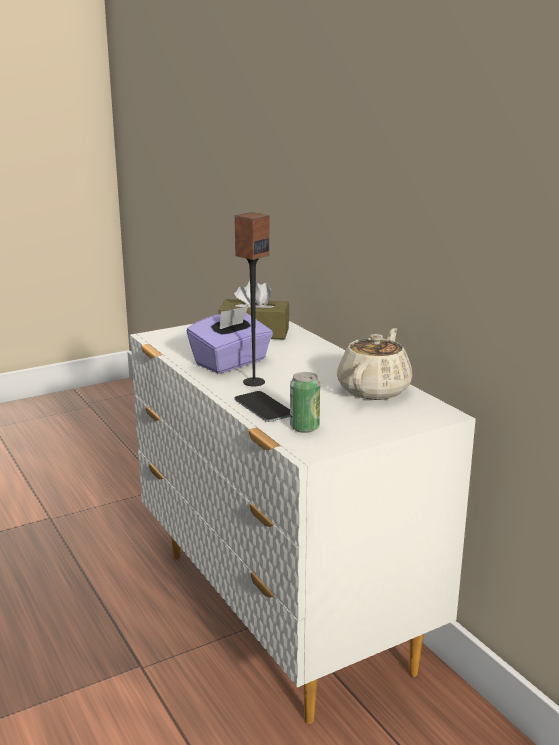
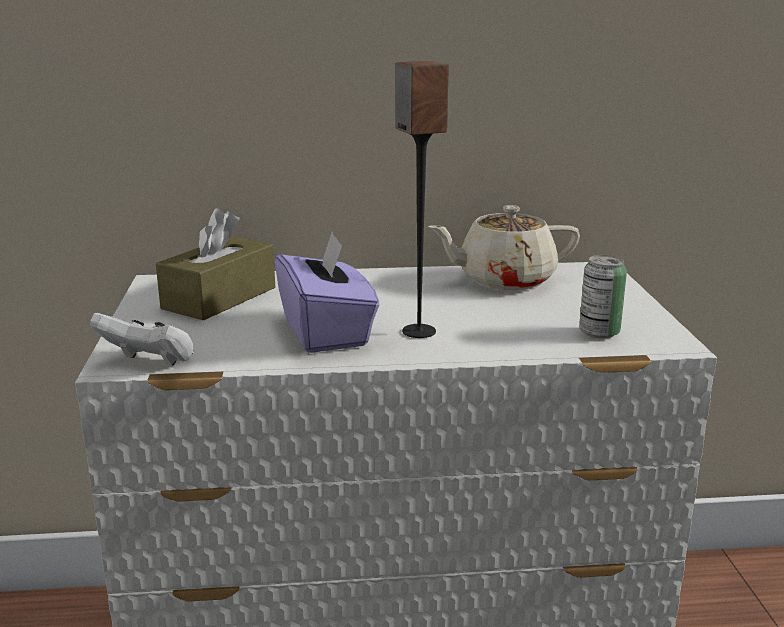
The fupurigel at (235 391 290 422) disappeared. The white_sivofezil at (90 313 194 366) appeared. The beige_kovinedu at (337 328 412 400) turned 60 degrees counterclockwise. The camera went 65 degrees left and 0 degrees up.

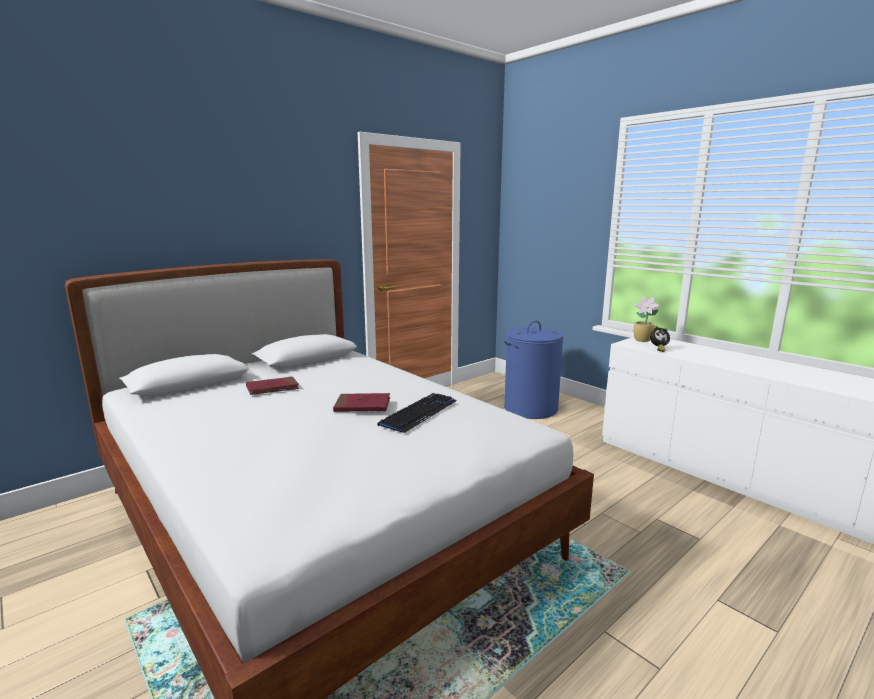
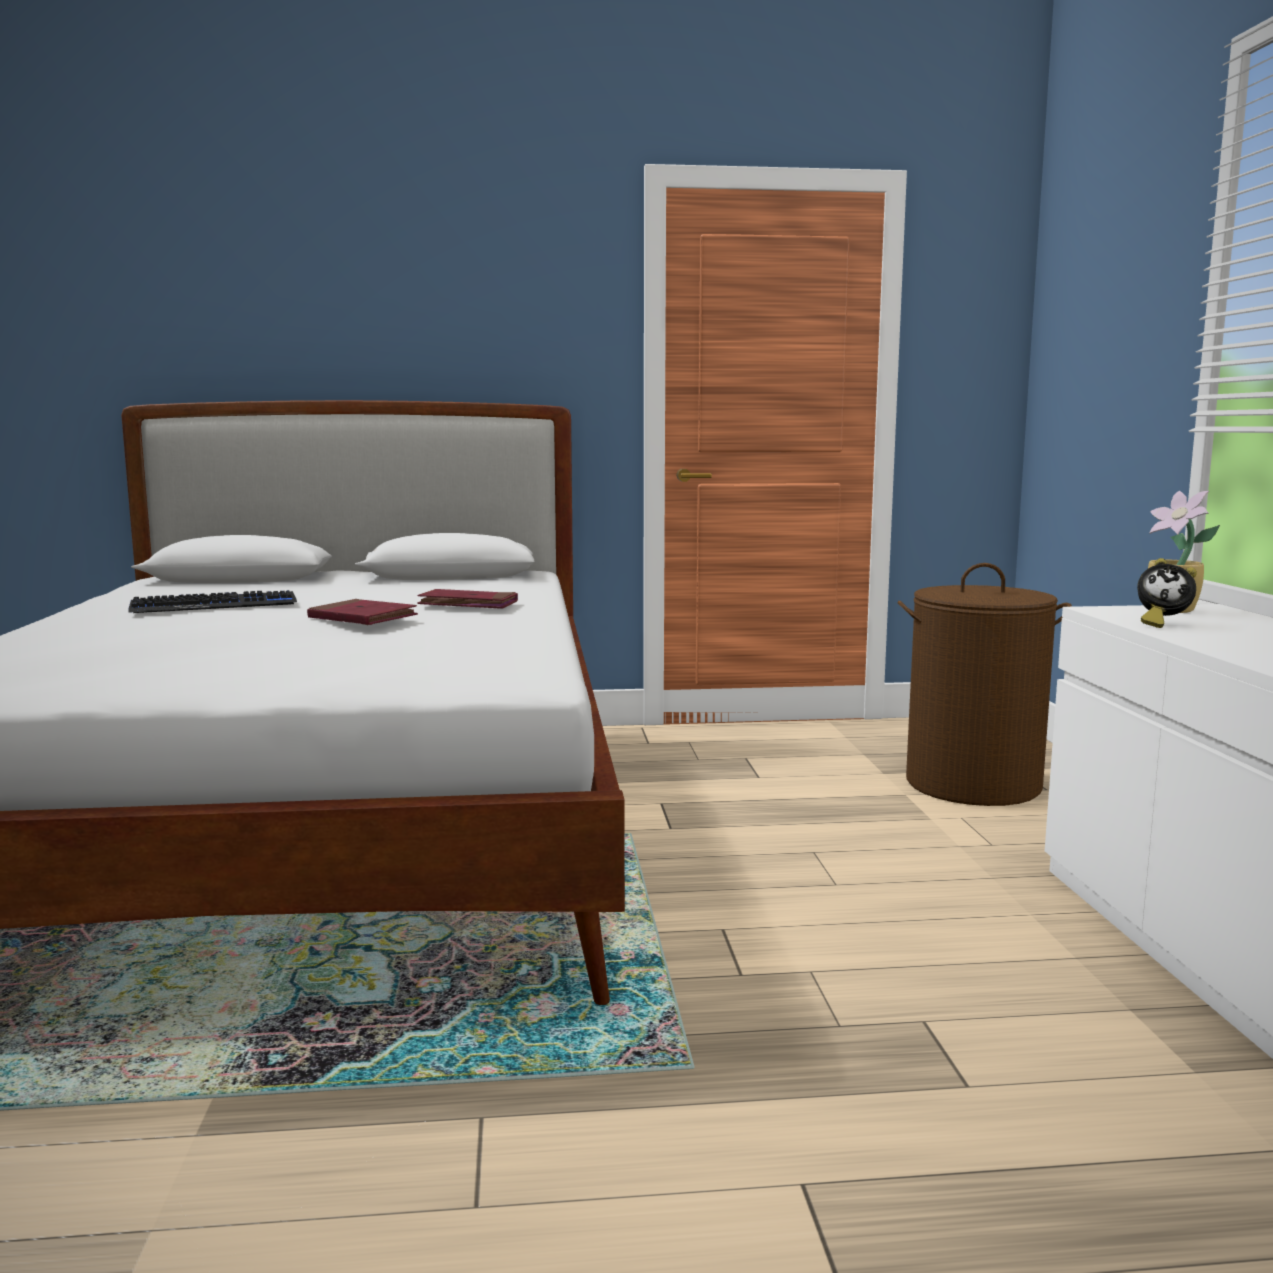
The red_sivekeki moved from (246 376 299 395) to (417 589 518 609). The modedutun moved from (377 393 457 433) to (128 590 297 613). The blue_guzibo at (504 321 564 419) became the brown_guzibo at (898 563 1072 806). The camera went 35 degrees right and 5 degrees down.

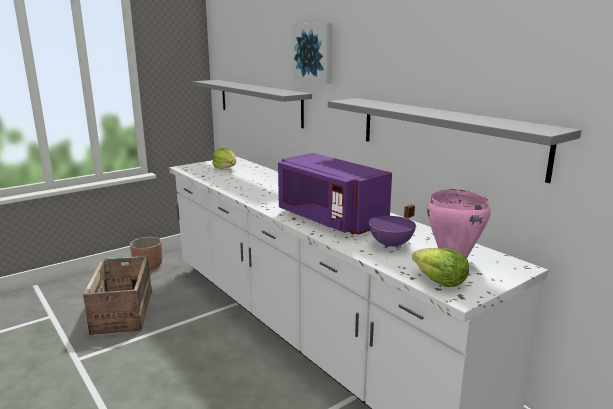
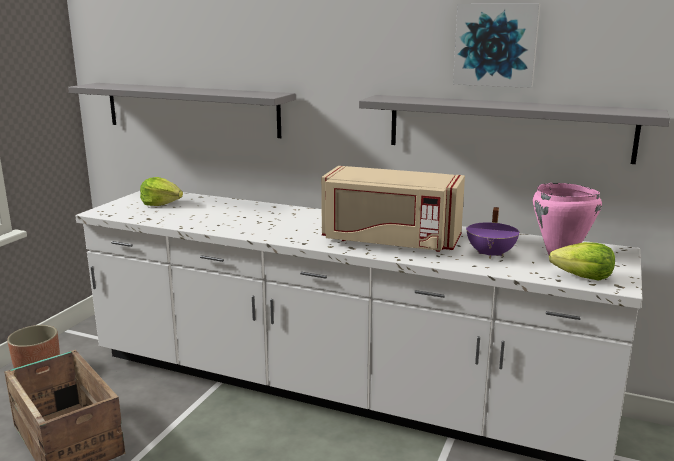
The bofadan moved from (292 23 332 84) to (453 4 540 88). The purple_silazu at (278 153 392 235) became the beige_silazu at (321 166 465 252). The camera went 30 degrees left and 0 degrees up.

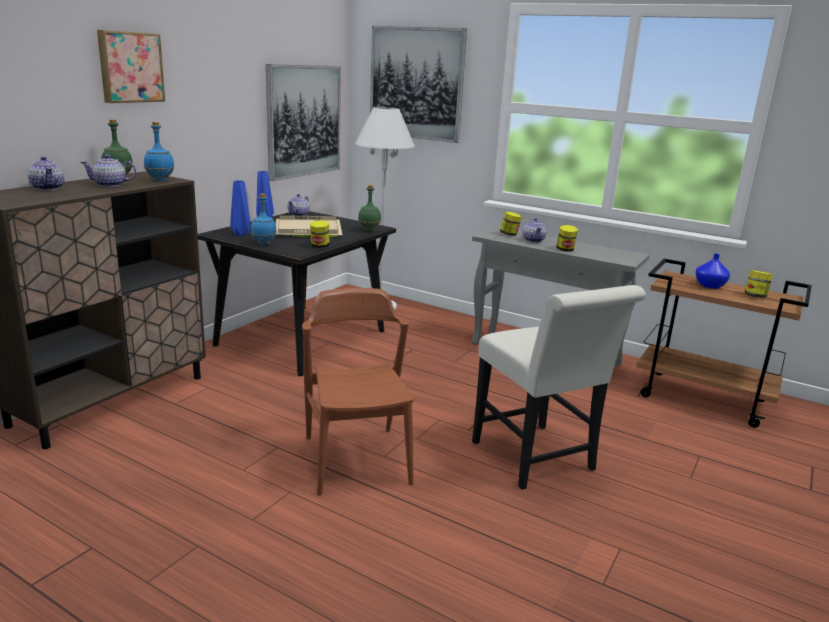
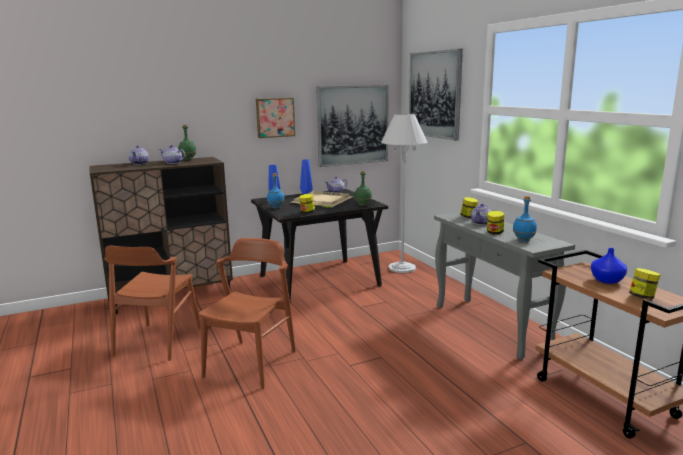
The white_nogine at (472 285 646 490) disappeared. The brown_nogine at (105 245 201 361) appeared. The bofadan moved from (97 30 165 103) to (256 98 295 138). The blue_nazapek moved from (144 122 174 181) to (513 196 537 242). The camera went 35 degrees right and 5 degrees down.

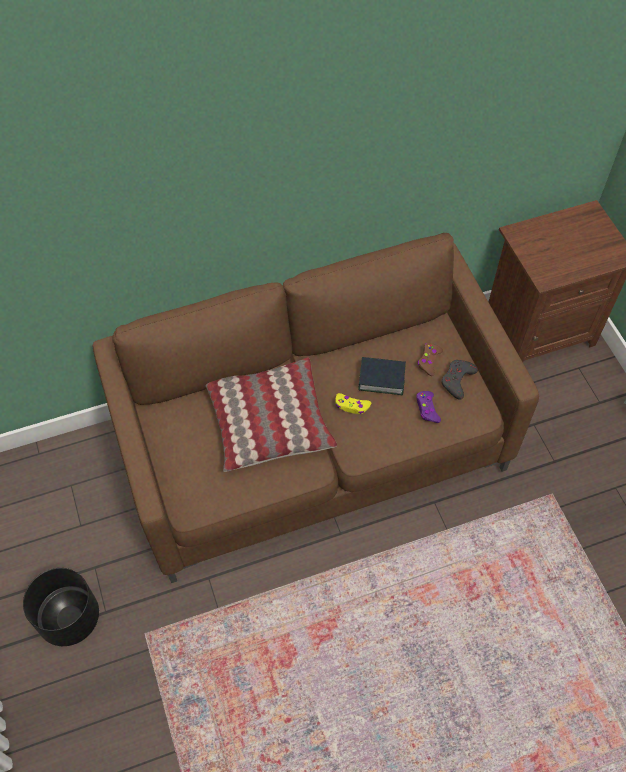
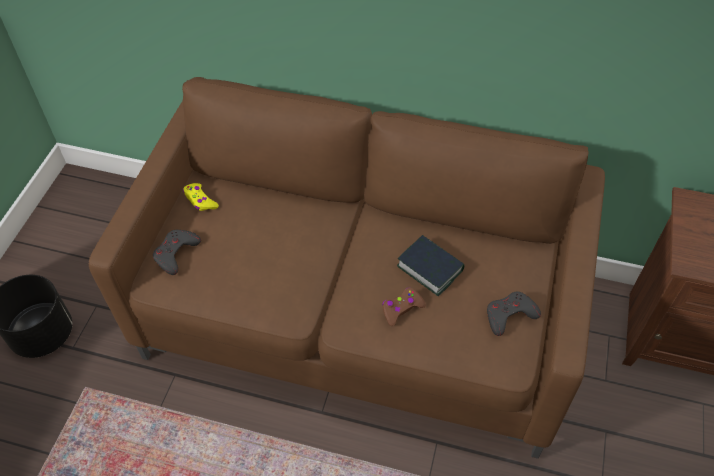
The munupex at (205 357 337 472) disappeared. The purple_sivofezil at (416 391 441 423) disappeared. The grey_sivofezil at (153 230 201 275) appeared. The yellow_sivofezil moved from (335 393 371 414) to (183 183 219 211). The brown_sivofezil moved from (417 343 443 376) to (382 287 426 326). The camera went 35 degrees right and 5 degrees down.

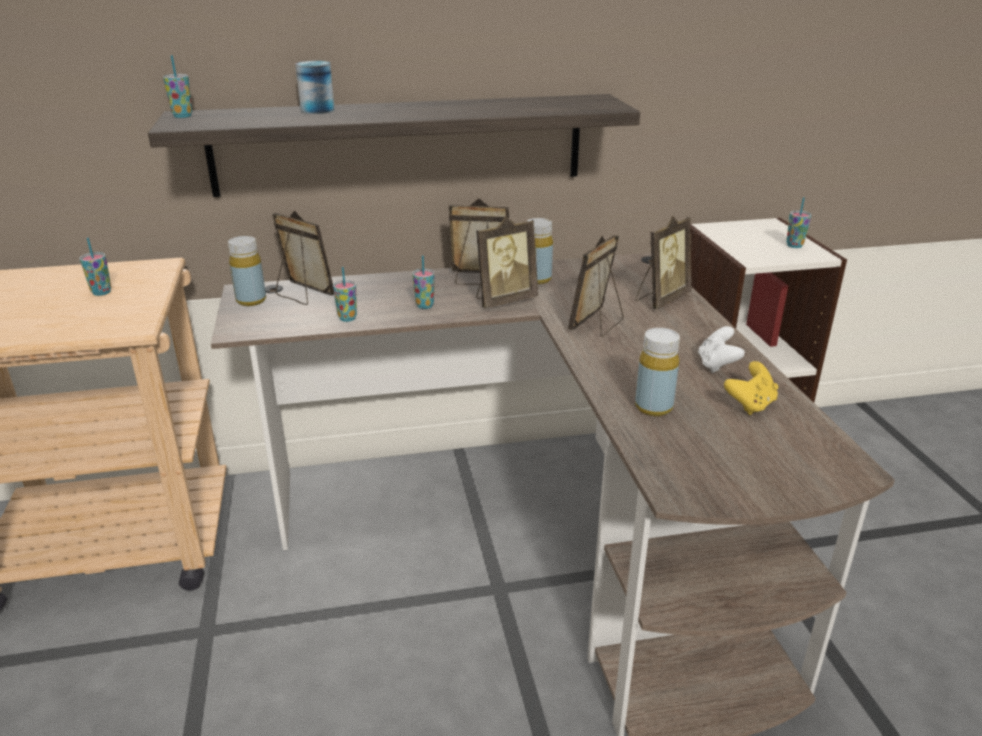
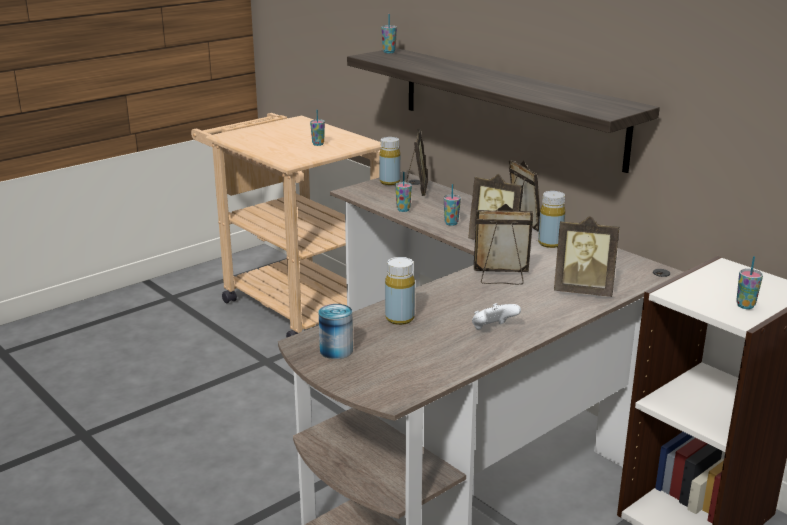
The yellow_sivofezil at (724 361 778 415) disappeared. The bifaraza moved from (295 61 335 114) to (318 304 353 359). The camera went 60 degrees right and 5 degrees down.

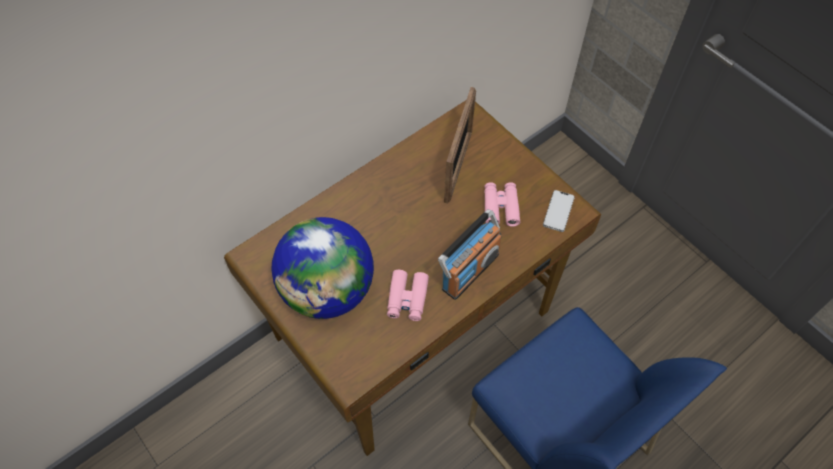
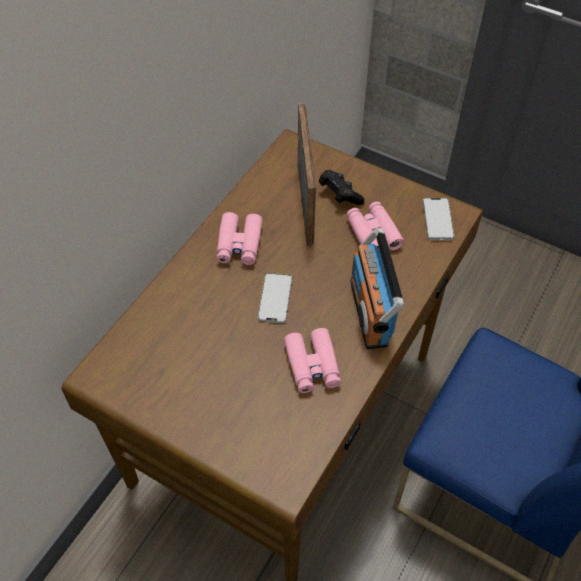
The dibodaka at (271 217 374 319) disappeared. The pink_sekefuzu at (216 212 263 265) appeared. The fupurigel at (258 273 292 323) appeared. The black_sivofezil at (319 170 365 205) appeared. The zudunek at (438 209 501 300) turned 150 degrees clockwise. The camera went 20 degrees left and 5 degrees down.

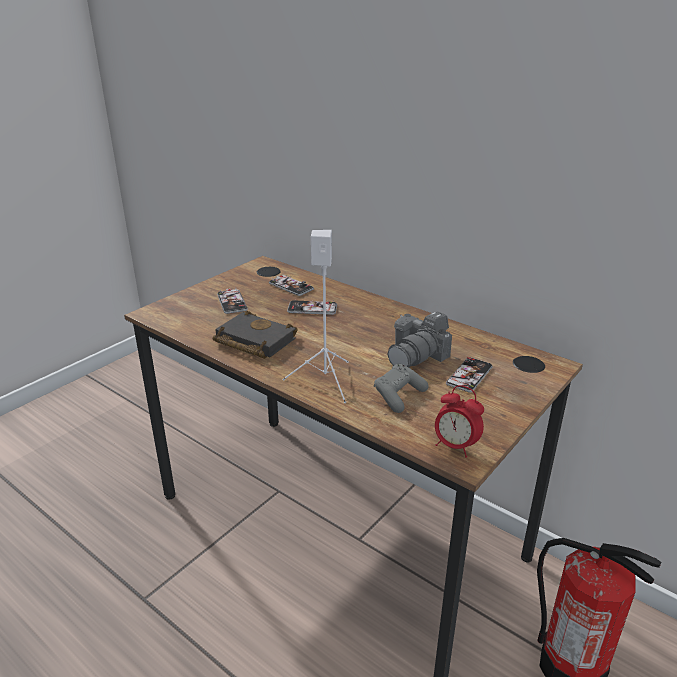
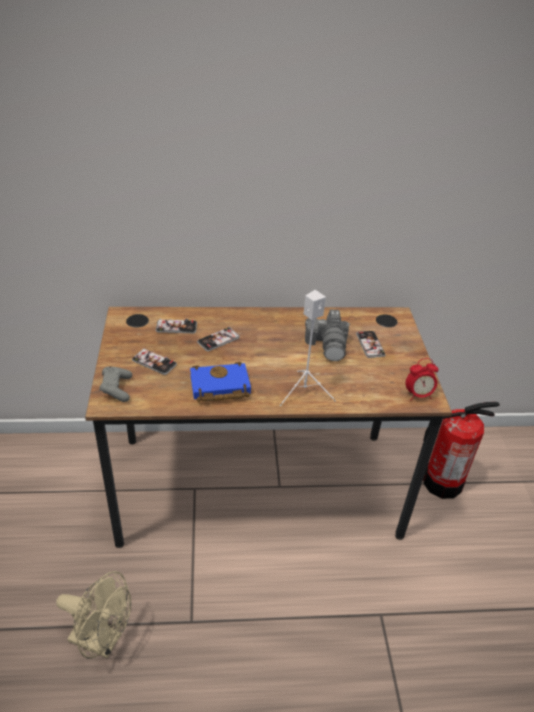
The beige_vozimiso at (56 571 131 659) appeared. The grey_sivofezil moved from (374 364 429 413) to (99 366 132 402). The black_sivekeki at (213 311 298 359) became the blue_sivekeki at (190 362 251 402). The camera went 45 degrees left and 10 degrees up.

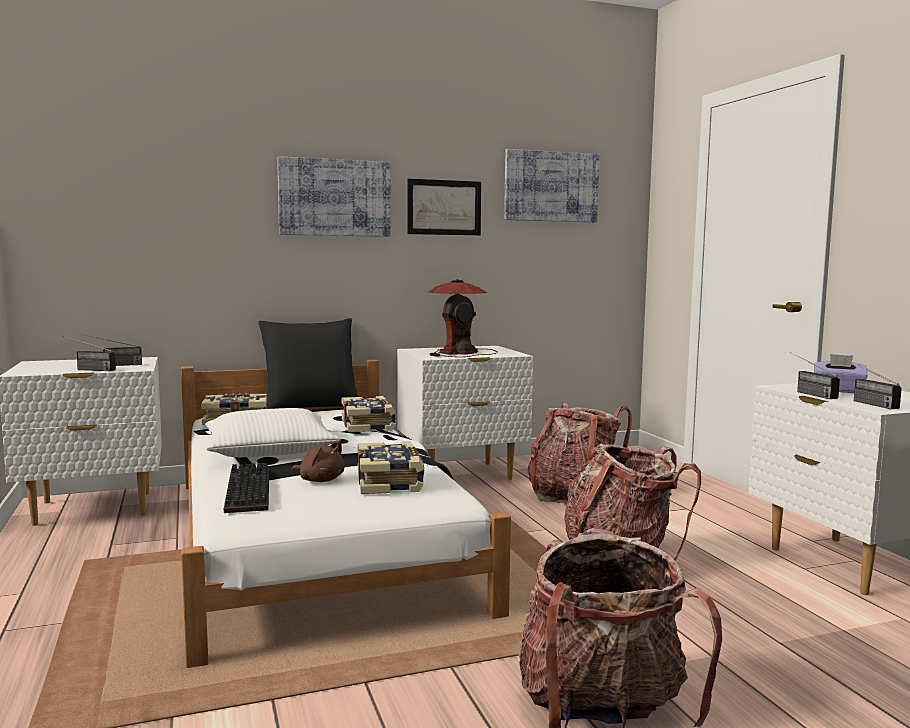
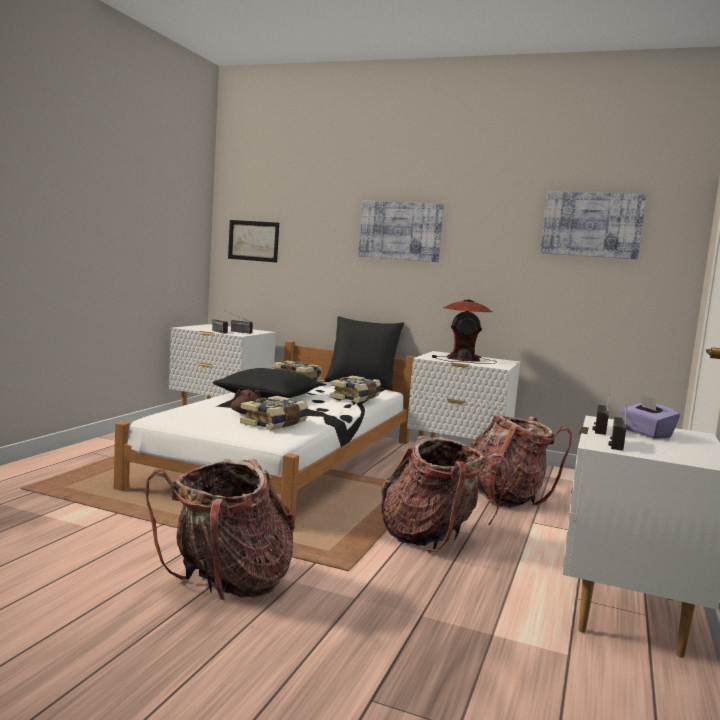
The modedutun at (224 463 269 513) disappeared. The bofadan moved from (407 179 481 235) to (228 220 279 262). The white_munupex at (205 408 341 457) became the black_munupex at (213 368 323 398). The camera went 40 degrees right and 0 degrees up.

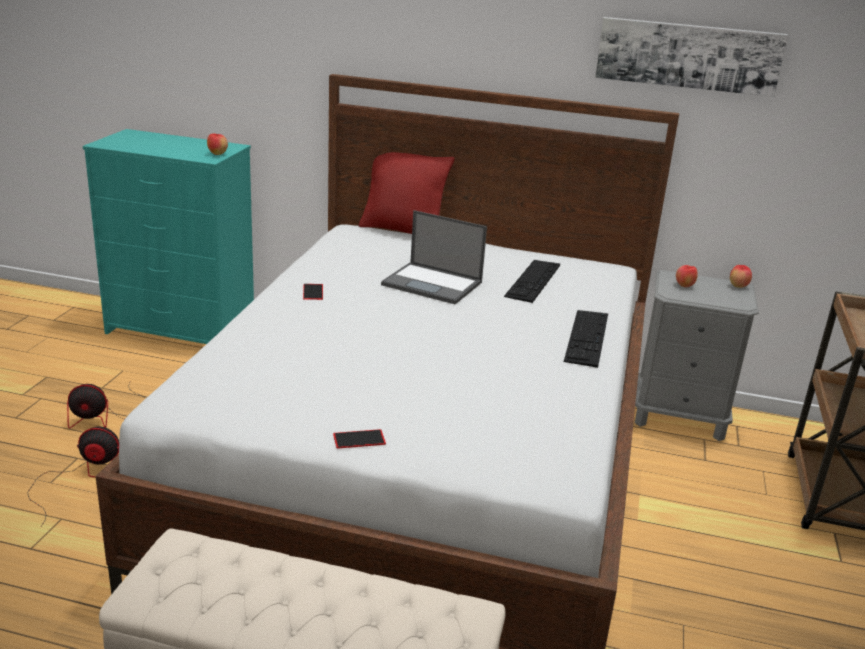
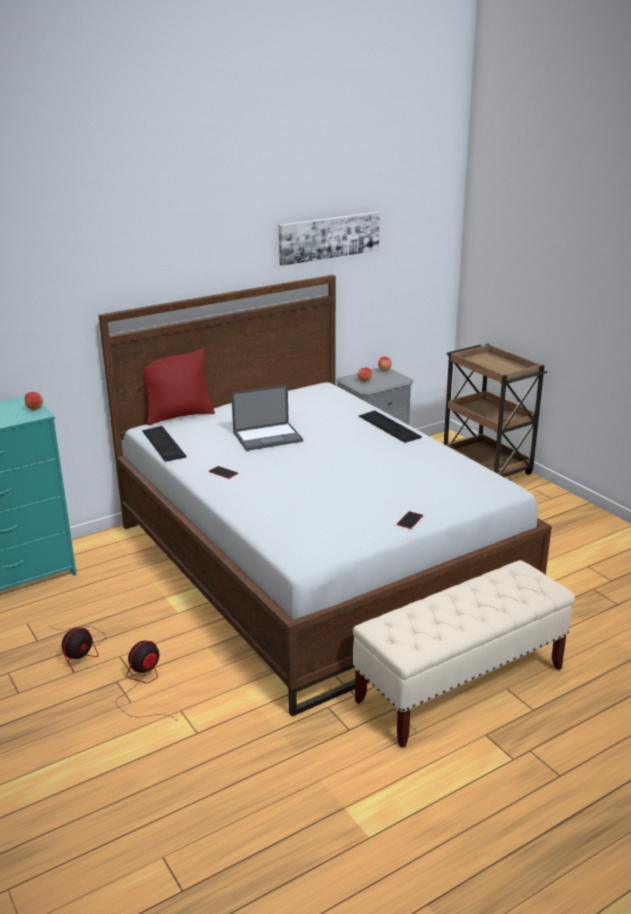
The modedutun moved from (504 260 560 303) to (142 426 186 462). The camera went 45 degrees left and 0 degrees up.

